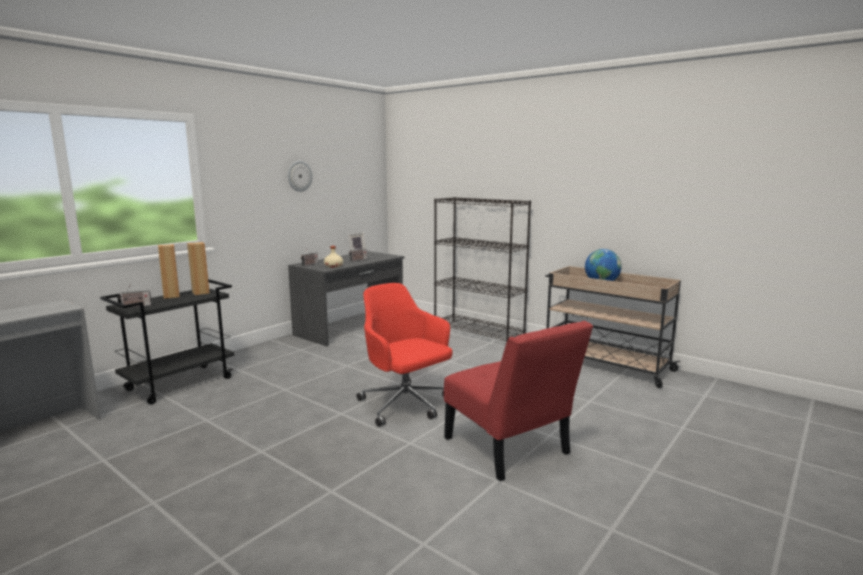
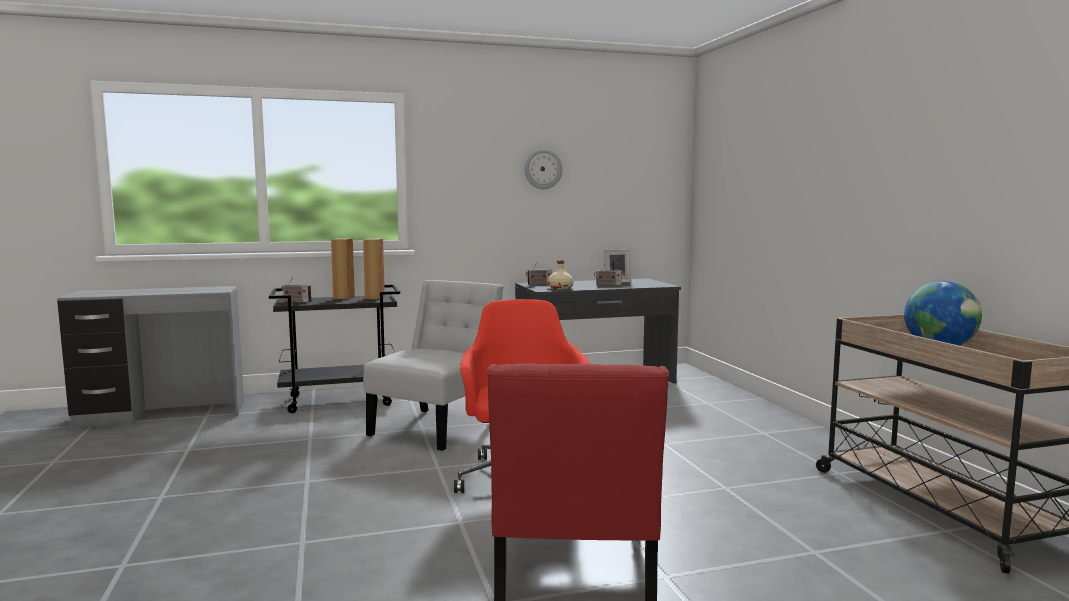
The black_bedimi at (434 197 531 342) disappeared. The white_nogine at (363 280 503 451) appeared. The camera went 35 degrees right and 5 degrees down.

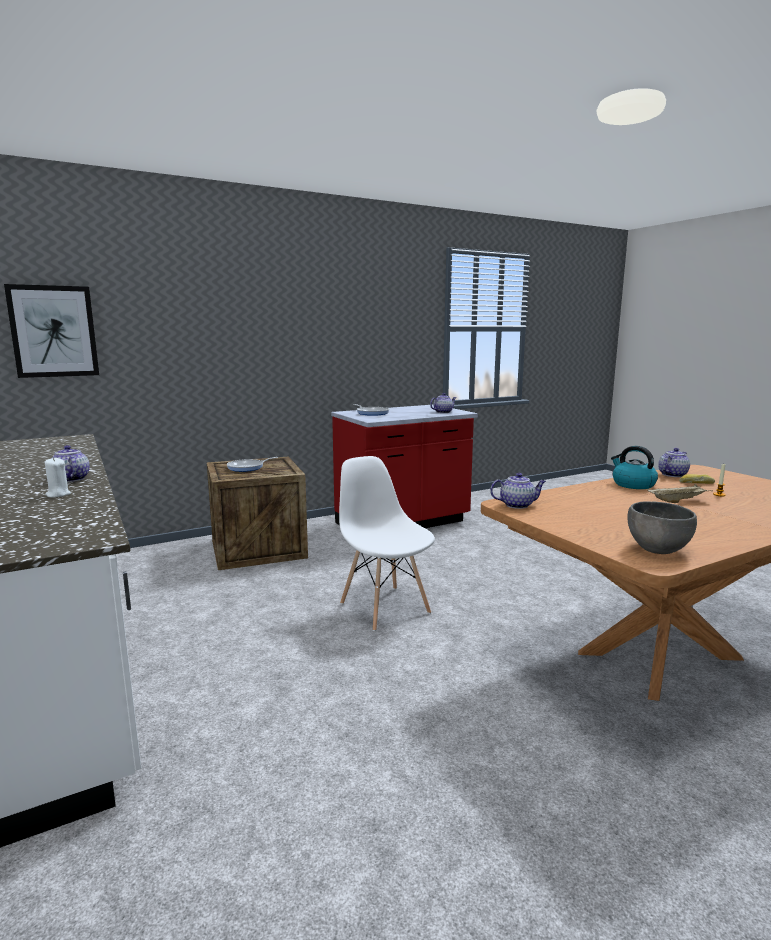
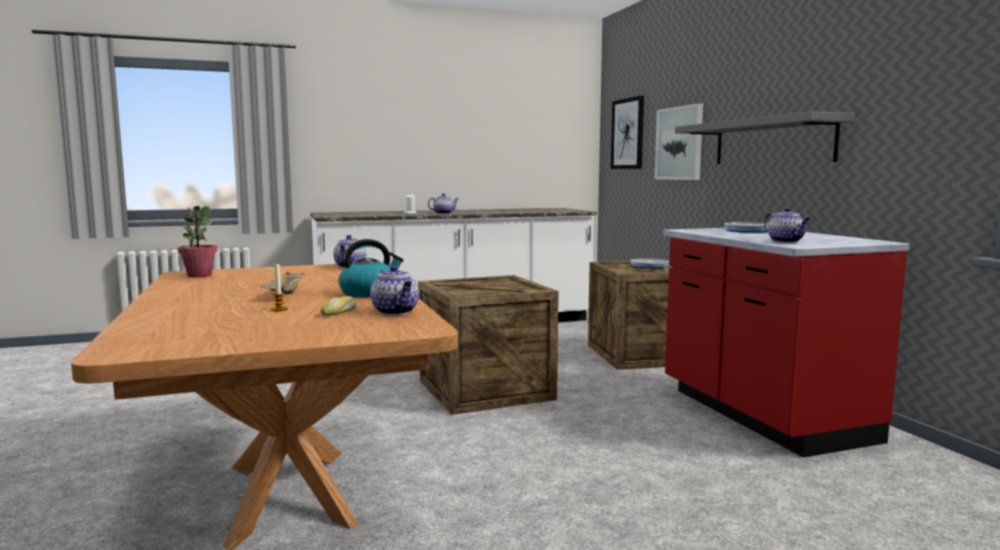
The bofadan at (655 103 703 180) appeared. The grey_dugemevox at (675 111 855 164) appeared. The white_nogine at (339 456 435 631) was replaced by the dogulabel at (418 275 559 415). The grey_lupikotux at (628 501 697 554) was replaced by the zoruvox at (177 206 218 277). The camera went 100 degrees right and 5 degrees down.

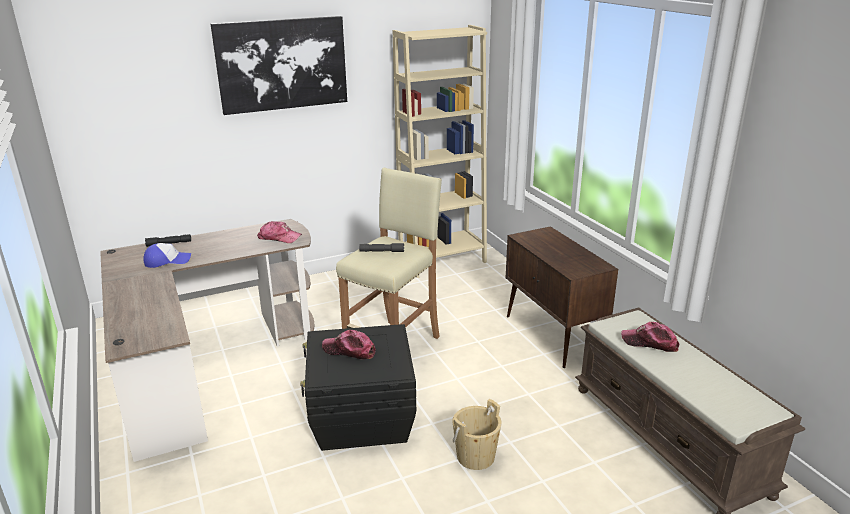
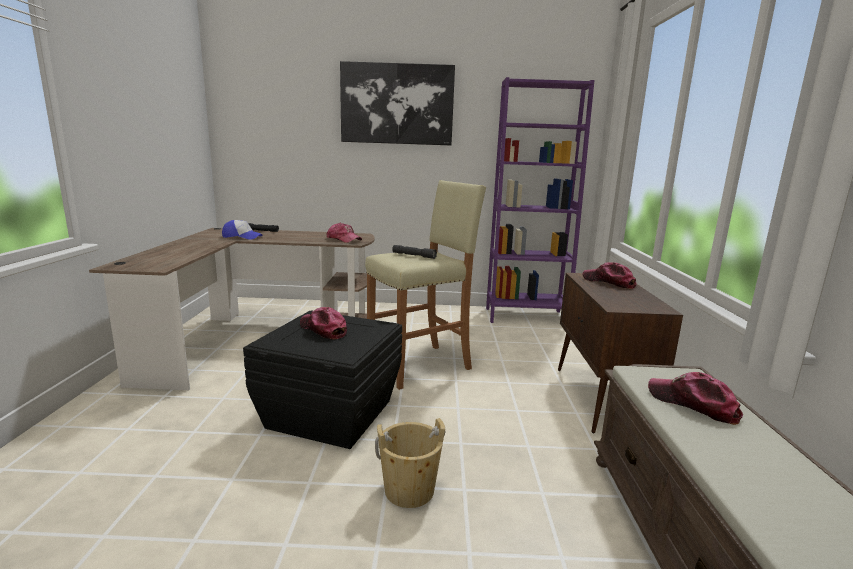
The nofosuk at (583 262 637 289) appeared. The beige_bedimi at (393 25 487 278) became the purple_bedimi at (486 77 594 323). The camera went 25 degrees right and 10 degrees down.

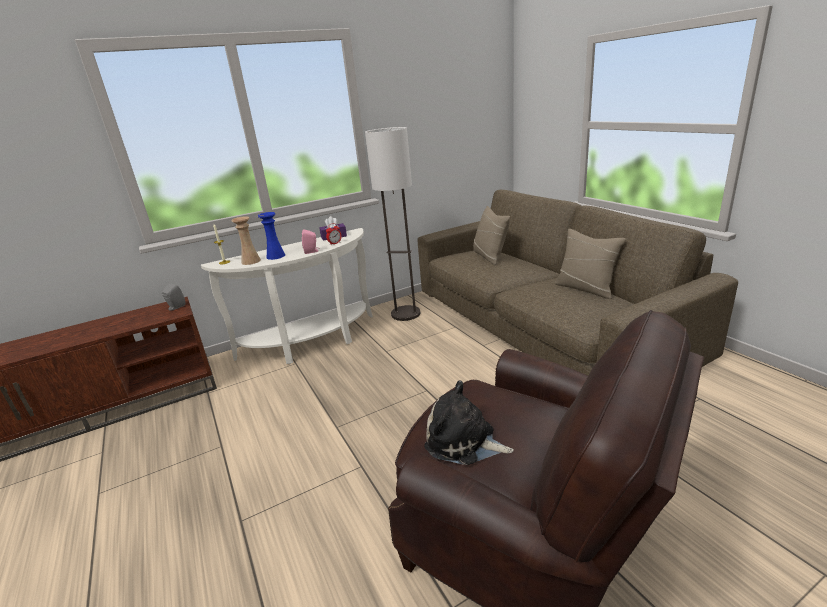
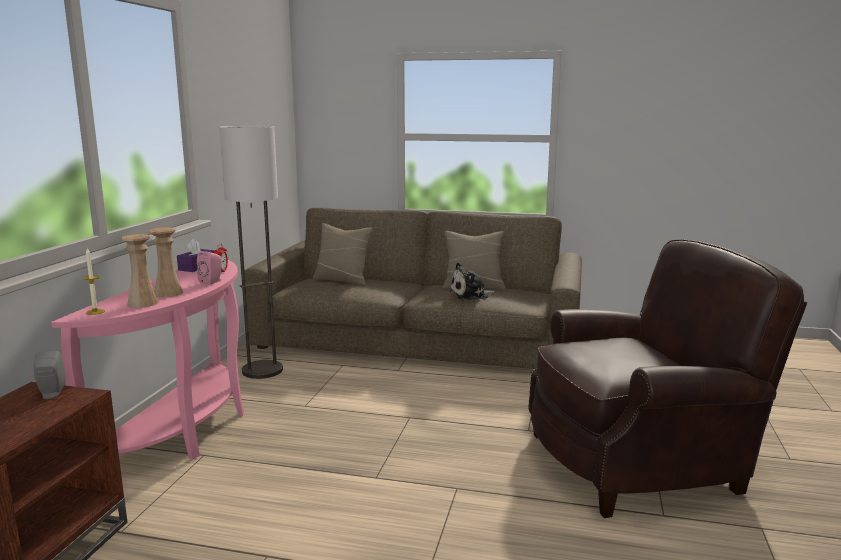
The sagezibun moved from (424 381 514 465) to (449 262 496 300). The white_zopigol at (201 228 373 364) became the pink_zopigol at (51 260 244 460). The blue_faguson at (258 212 285 260) became the beige_faguson at (149 228 183 298). The camera went 50 degrees left and 10 degrees down.

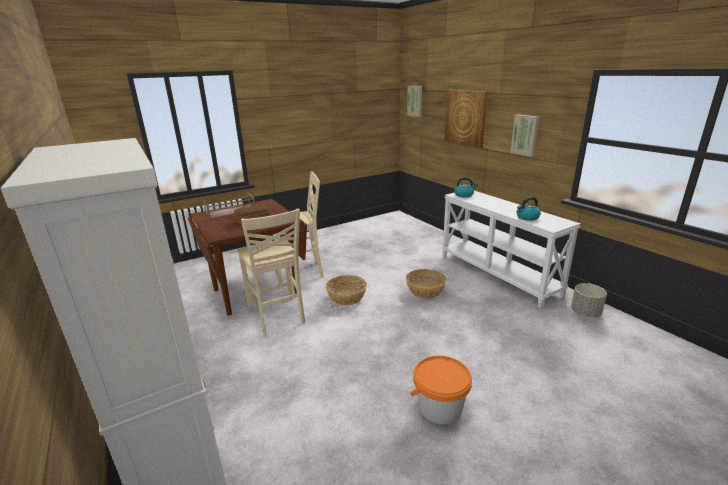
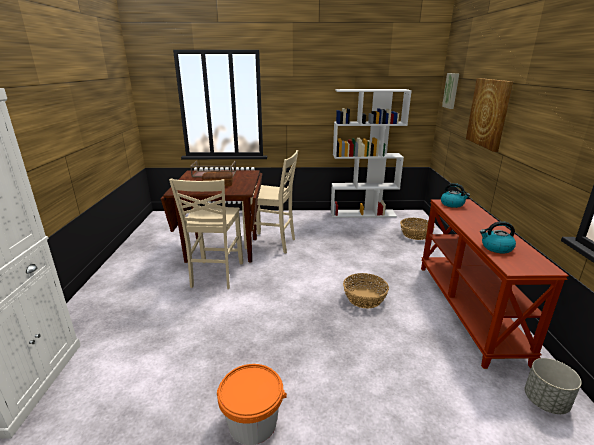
The bofadan at (510 115 539 157) disappeared. The white_bedimi at (331 89 412 218) appeared. The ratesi moved from (326 275 367 306) to (400 218 434 240). The white_zopigol at (442 191 581 308) became the brown_zopigol at (421 199 569 369). The camera went 30 degrees right and 0 degrees up.

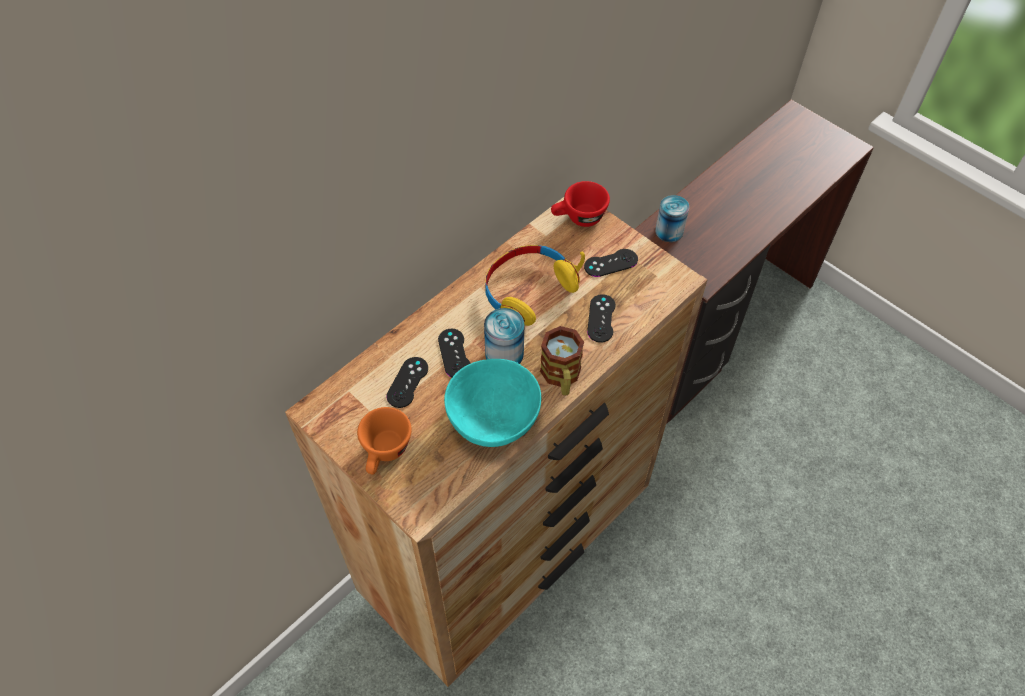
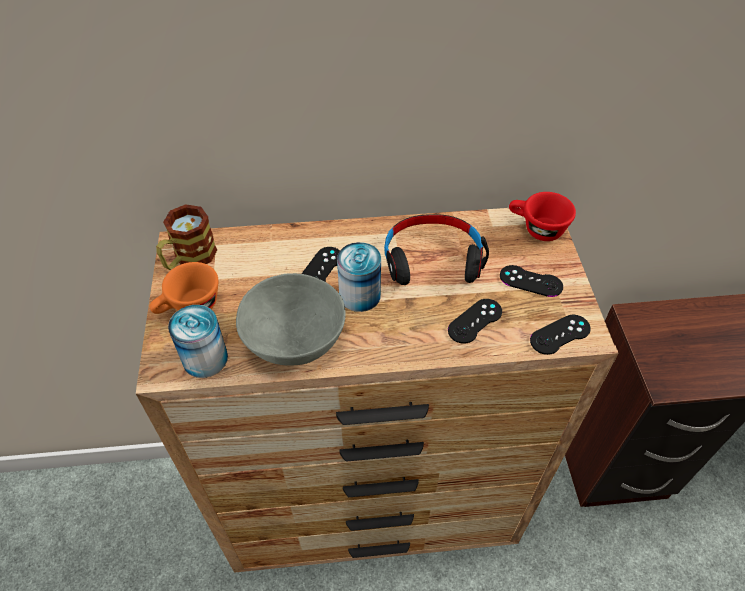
The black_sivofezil moved from (387 357 428 408) to (530 315 591 355). The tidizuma moved from (540 326 584 396) to (156 204 217 270). The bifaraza moved from (655 195 689 242) to (168 305 228 378). The turquoise_lupikotux at (444 359 541 447) became the grey_lupikotux at (236 273 345 366). The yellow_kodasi at (485 245 585 326) became the black_kodasi at (384 214 489 285). The camera went 40 degrees right and 5 degrees down.

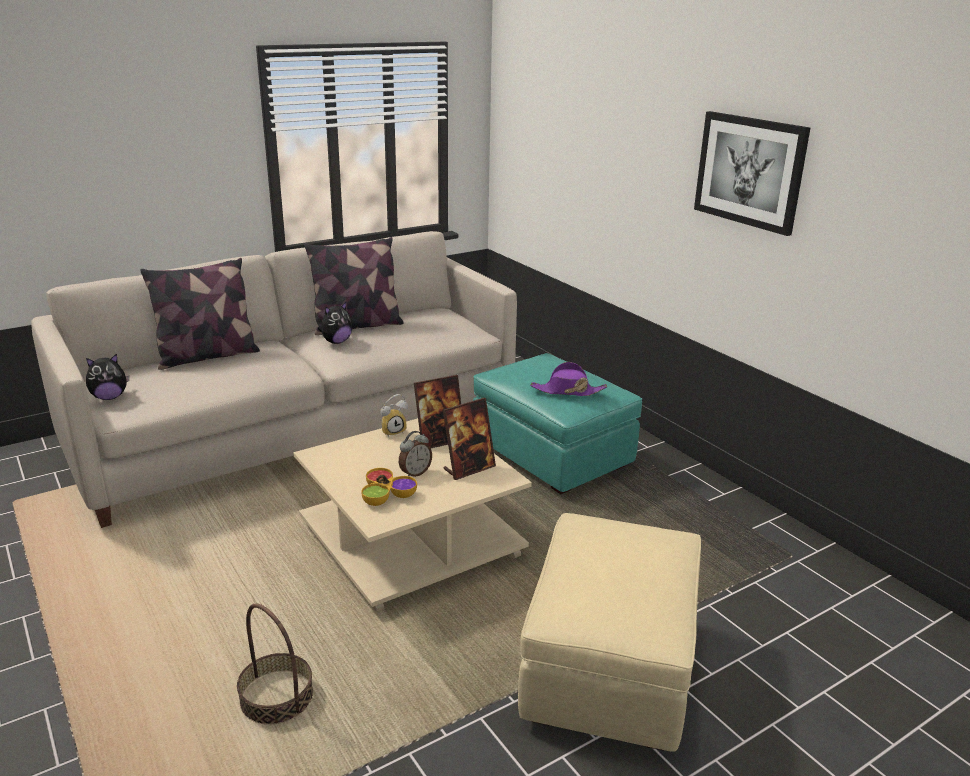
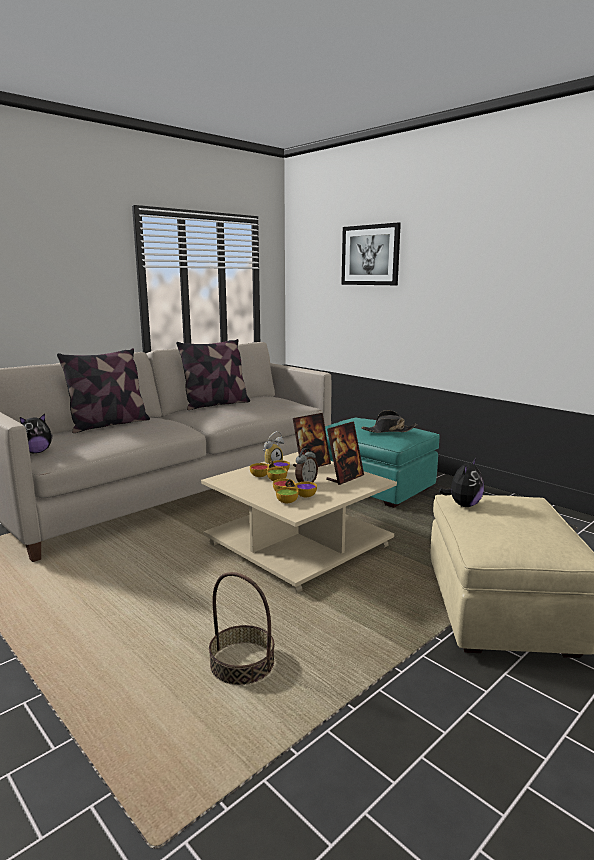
The lupikotux at (250 460 290 481) appeared. The sagezibun moved from (318 302 352 344) to (439 458 484 507). The bofadan moved from (694 111 810 236) to (341 222 401 285). The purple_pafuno at (530 362 607 396) became the black_pafuno at (361 410 418 433). The camera went 10 degrees left and 10 degrees down.

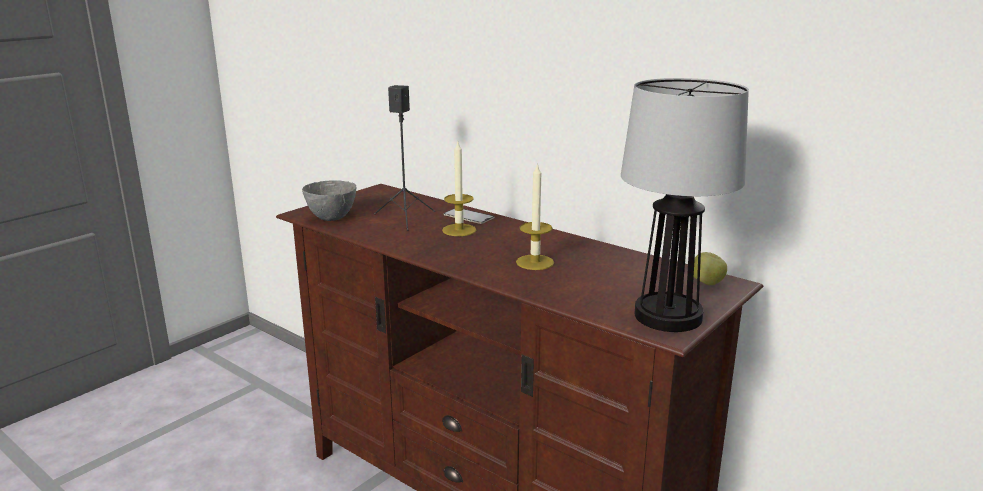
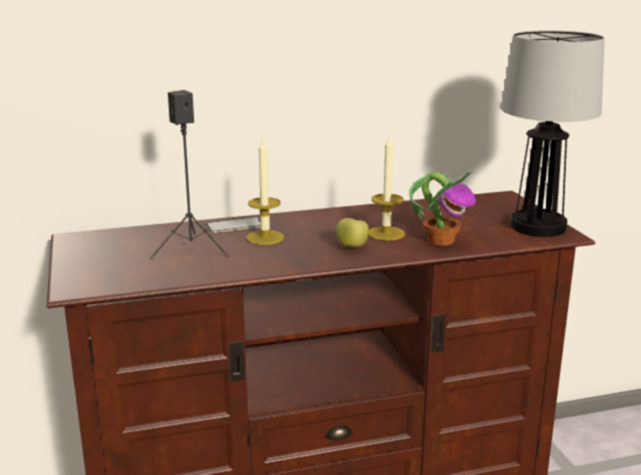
The grey_lupikotux at (302 180 356 221) disappeared. The zoruvox at (409 171 476 245) appeared. The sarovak moved from (694 252 727 285) to (336 218 369 248). The camera went 55 degrees left and 0 degrees up.

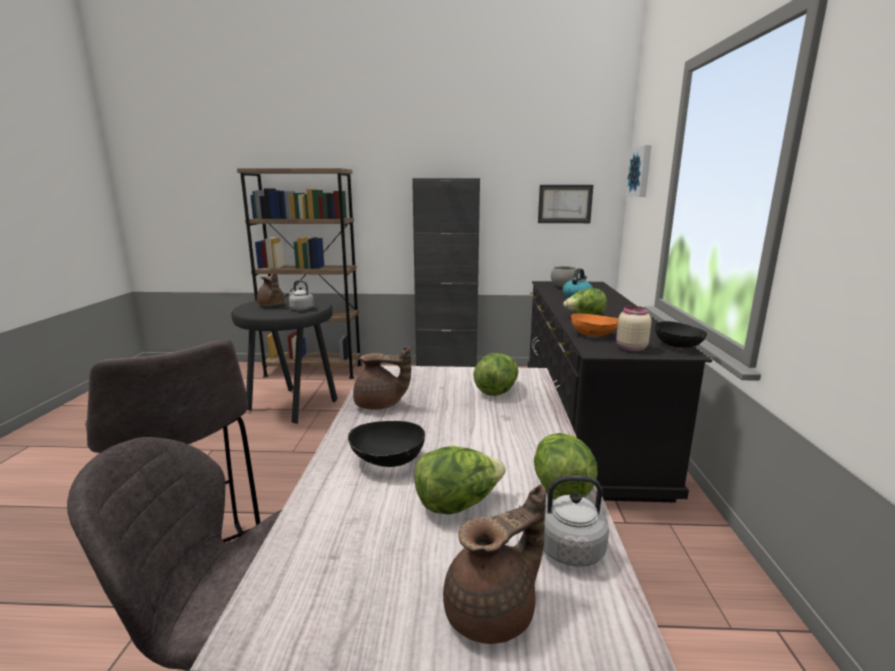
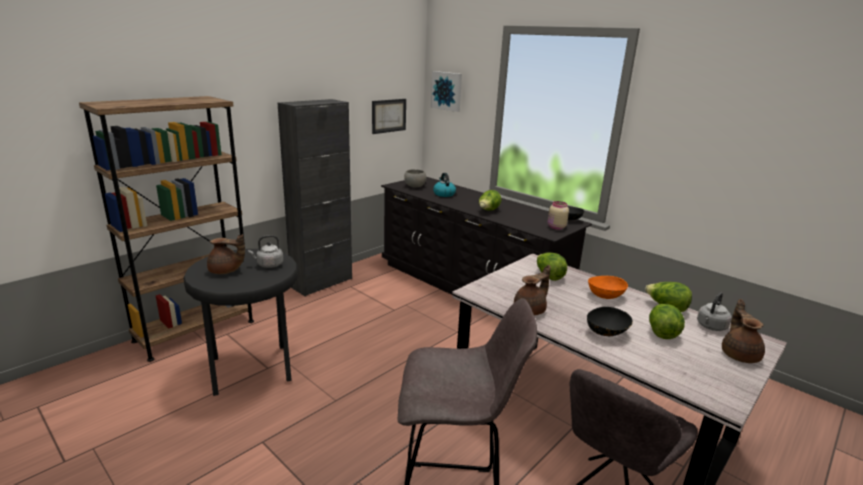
The orange_lupikotux moved from (571 314 618 336) to (588 276 628 299). The camera went 50 degrees left and 5 degrees up.

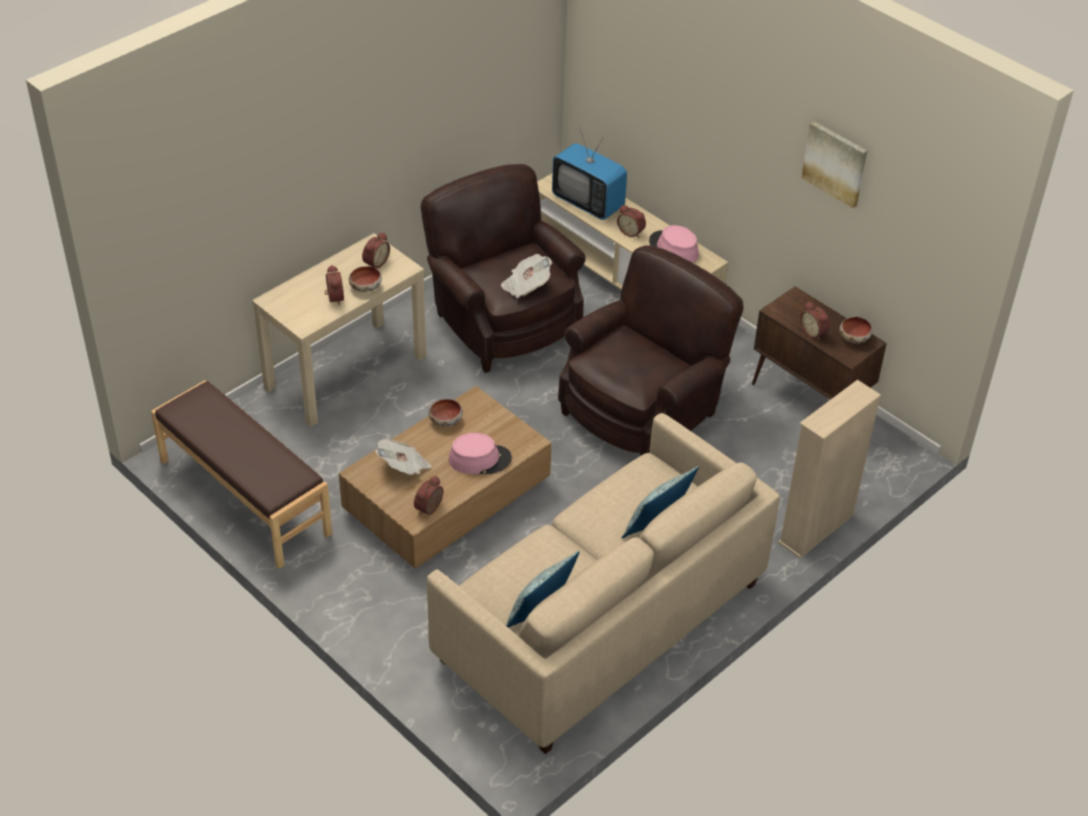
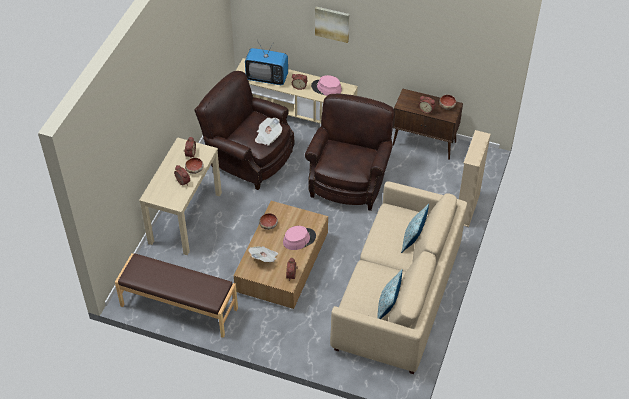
The bofadan moved from (801 121 867 208) to (315 6 349 43). The camera went 25 degrees left and 5 degrees up.

